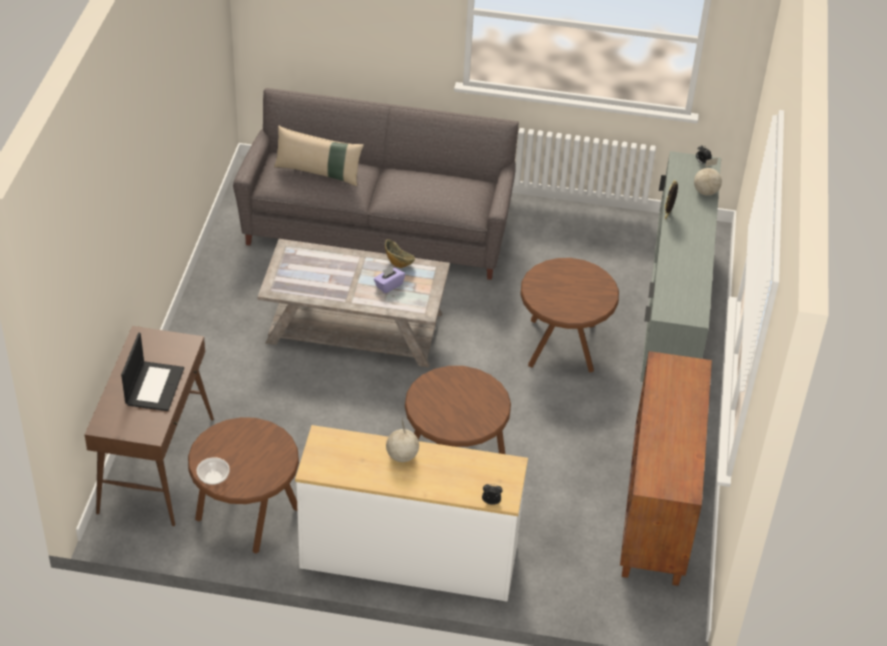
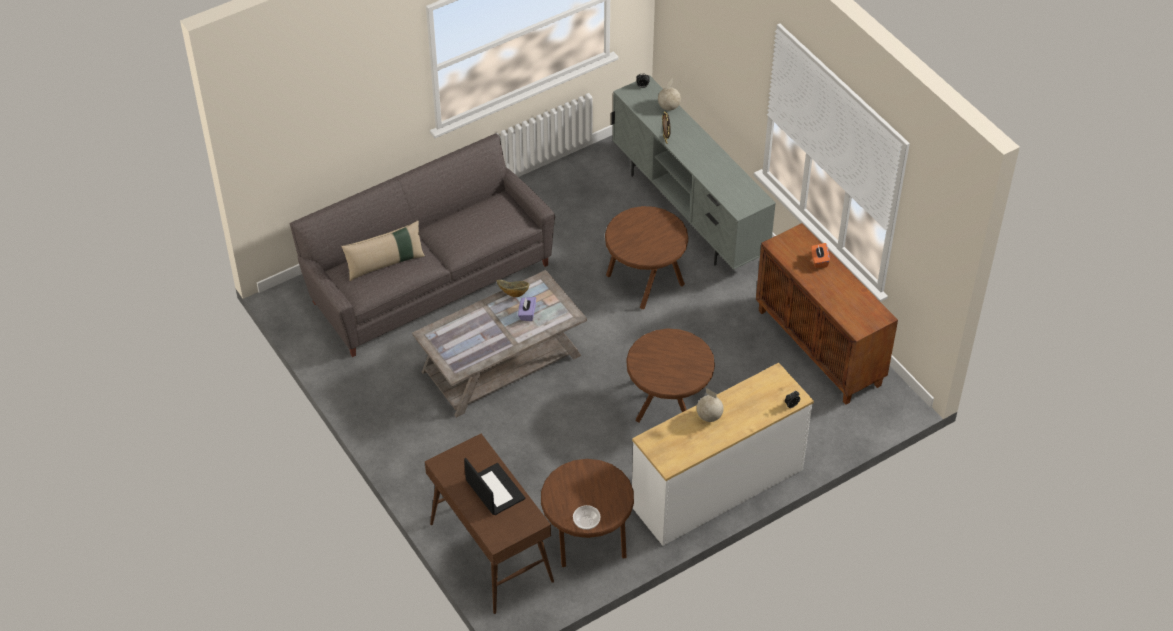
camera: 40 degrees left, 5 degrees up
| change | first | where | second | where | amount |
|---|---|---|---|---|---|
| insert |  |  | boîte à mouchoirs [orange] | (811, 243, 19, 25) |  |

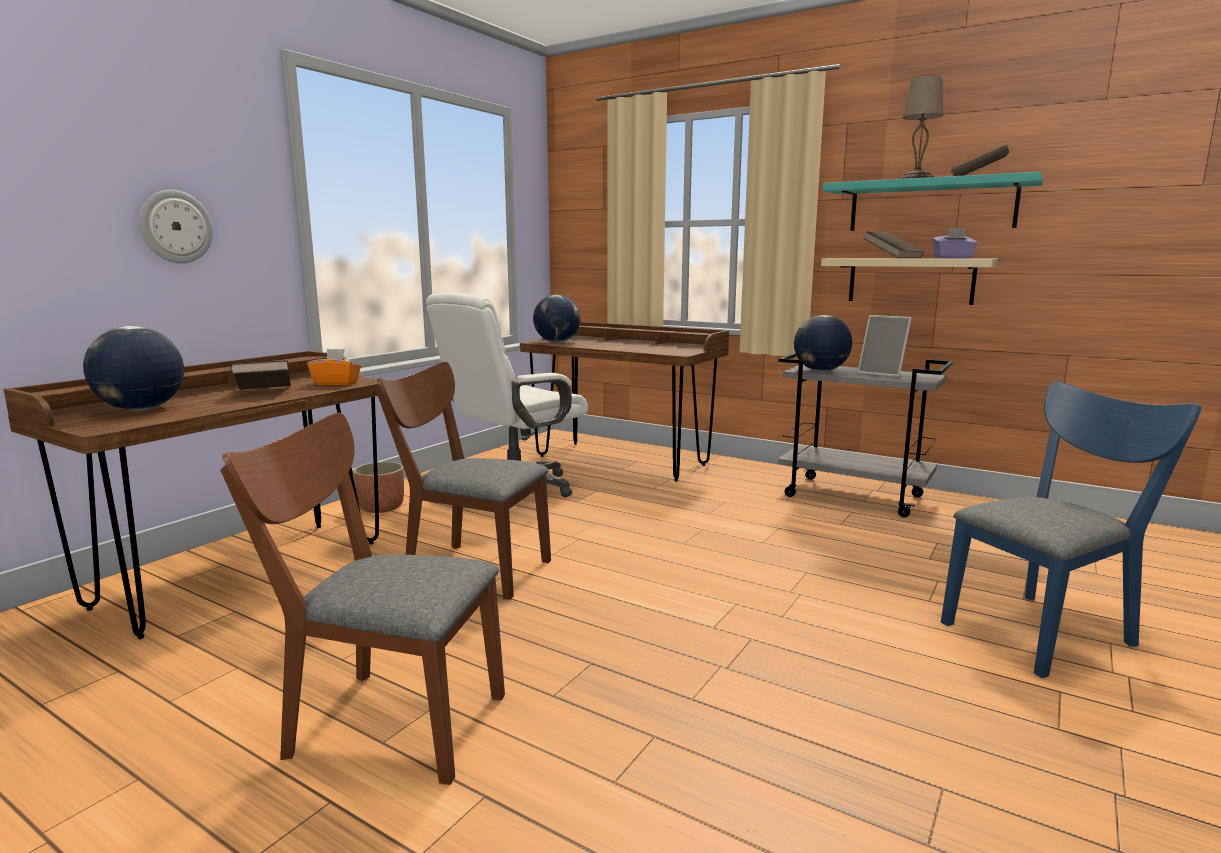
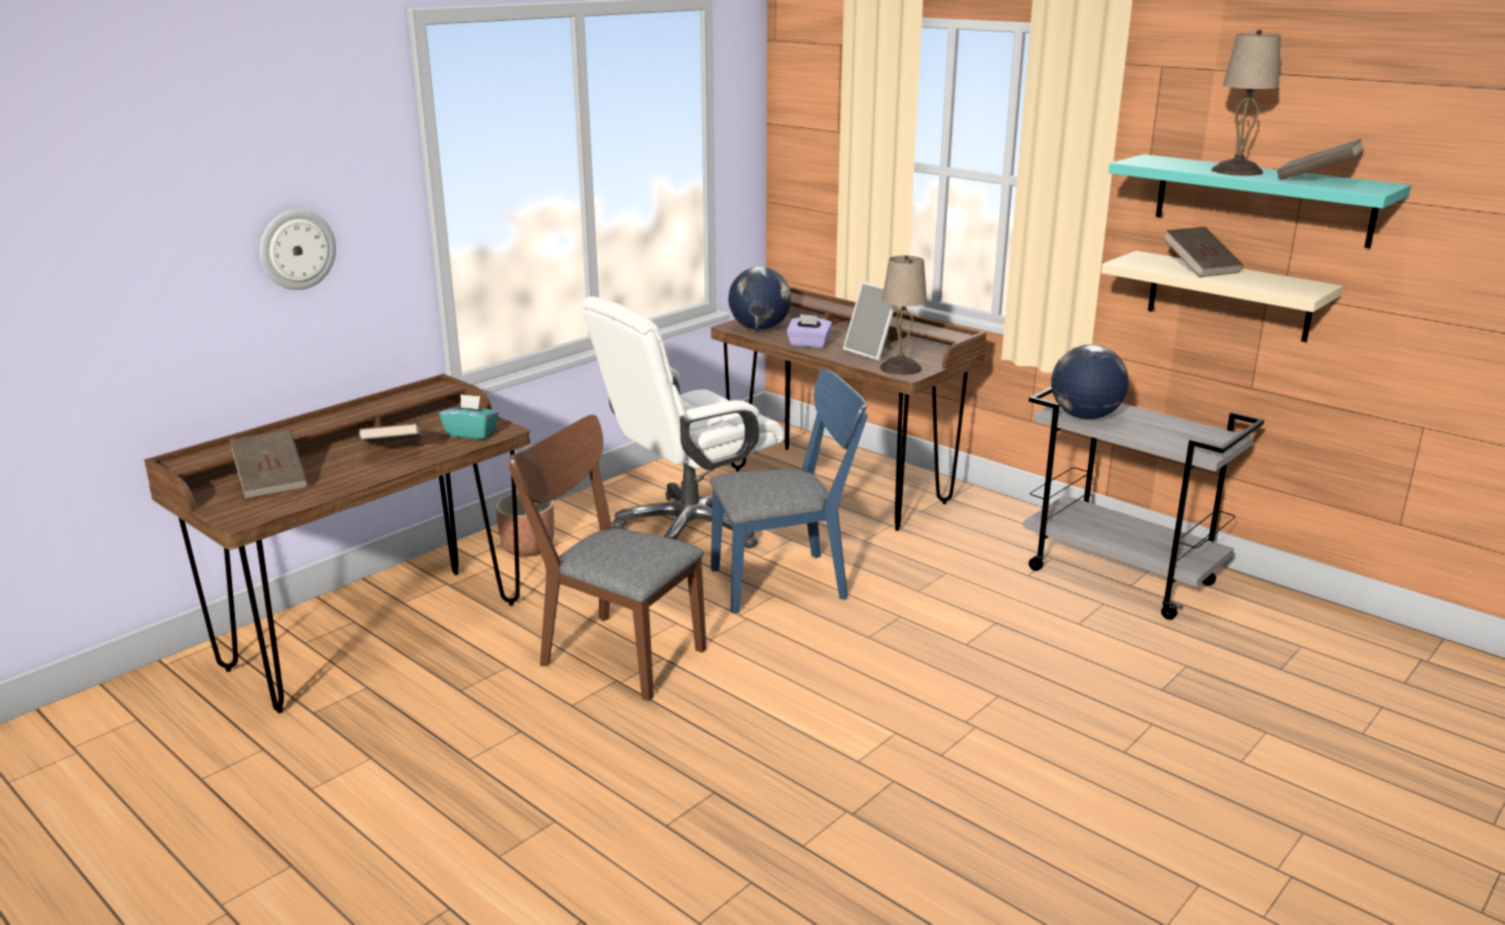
camera: 10 degrees right, 10 degrees up
| change | first | where | second | where | amount |
|---|---|---|---|---|---|
| move | boîte à mouchoirs [violet] | (932, 228, 46, 30) |  | (787, 314, 45, 34) |  |
| move | cadre photo | (857, 315, 55, 62) |  | (843, 282, 52, 79) |  |
| replace | globe | (83, 326, 101, 85) | livre [marron] | (230, 430, 78, 69) |  |
| recolor | boîte à mouchoirs [orange] | (307, 349, 54, 37) | boîte à mouchoirs [turquoise] | (439, 394, 60, 45) |  |
| move | chaise [bleu] | (941, 381, 261, 297) |  | (710, 369, 158, 245) |  |
| delete | chaise [marron] | (220, 413, 285, 372) |  |  |  |
| insert |  |  | lampe de table [beige] | (880, 255, 47, 120) |  |

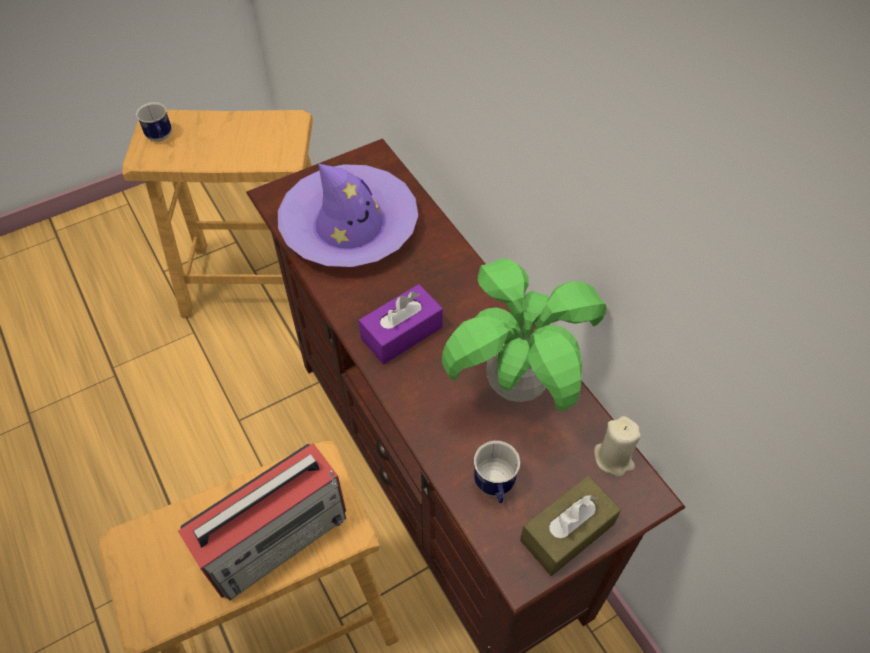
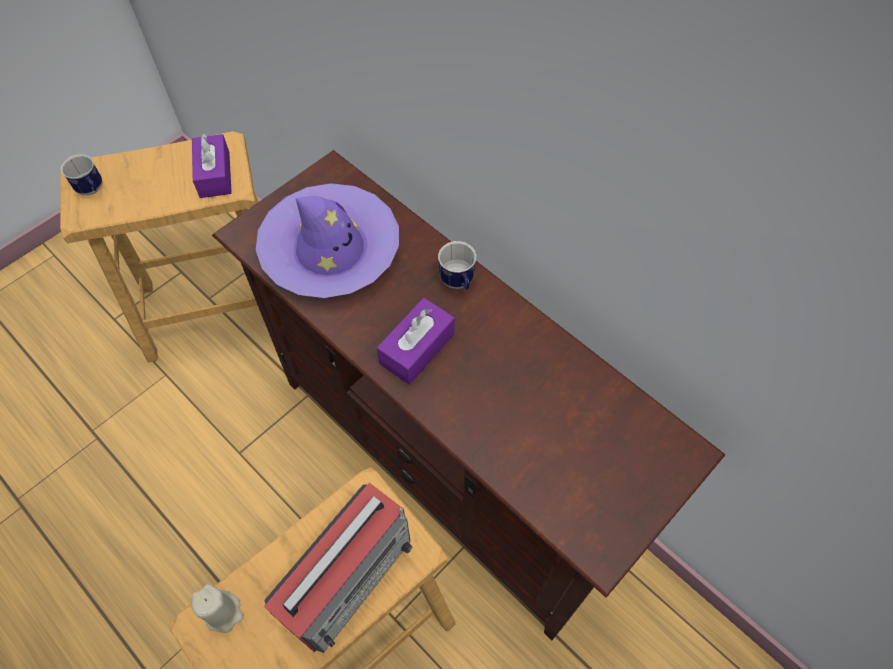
camera: 15 degrees left, 5 degrees up
| change | first | where | second | where | amount |
|---|---|---|---|---|---|
| delete | plante en pot | (442, 259, 165, 152) |  |  |  |
| move | bougie [beige] | (594, 416, 47, 61) |  | (191, 584, 53, 49) |  |
| move | mug | (474, 441, 46, 62) |  | (438, 241, 38, 49) |  |
| delete | boîte à mouchoirs [marron] | (520, 475, 101, 101) |  |  |  |
| insert |  |  | boîte à mouchoirs [violet] | (192, 133, 40, 65) |  |

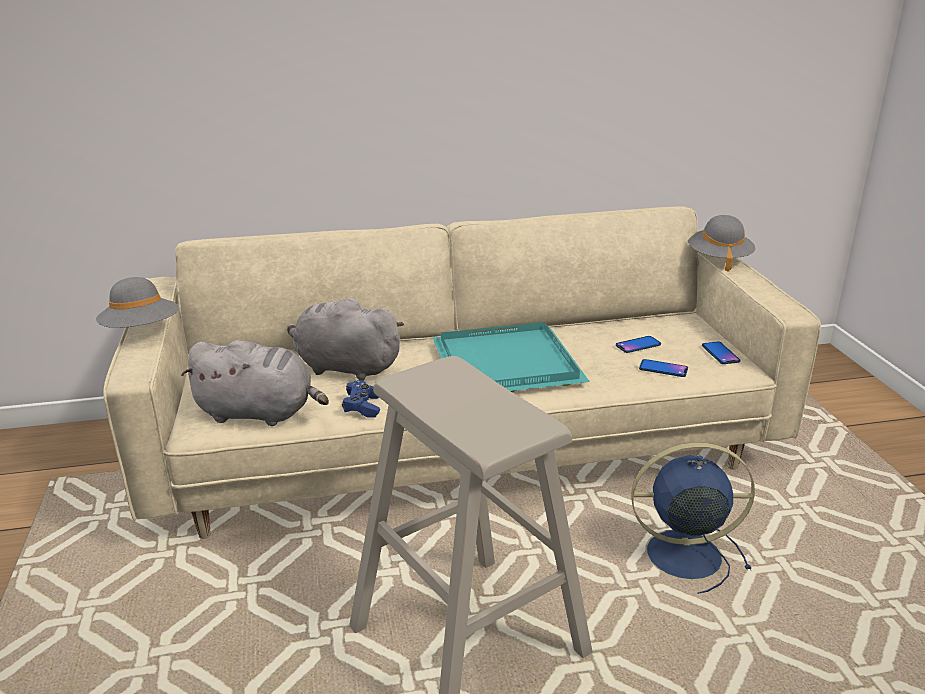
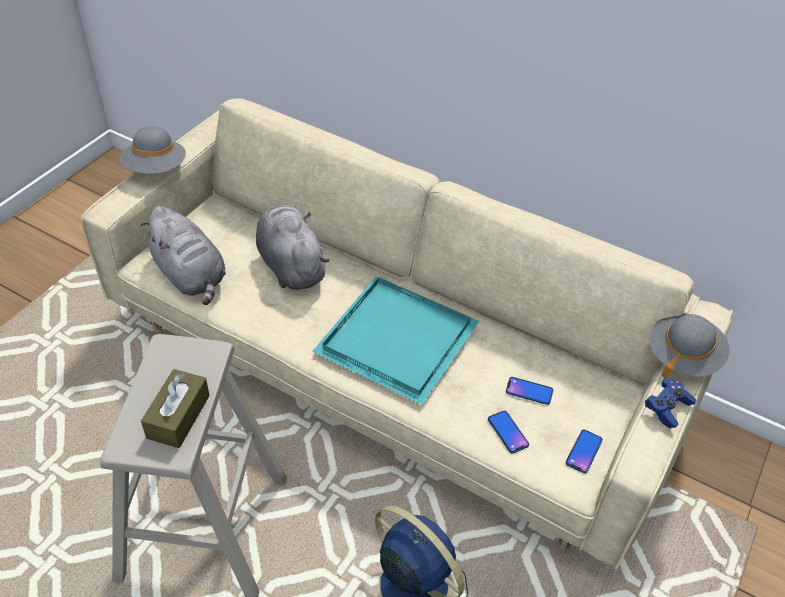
camera: 40 degrees right, 20 degrees up
| change | first | where | second | where | amount |
|---|---|---|---|---|---|
| move | manette [bleu] | (342, 380, 38, 38) |  | (645, 377, 51, 52) |  |
| insert |  |  | boîte à mouchoirs [marron] | (141, 369, 69, 79) |  |

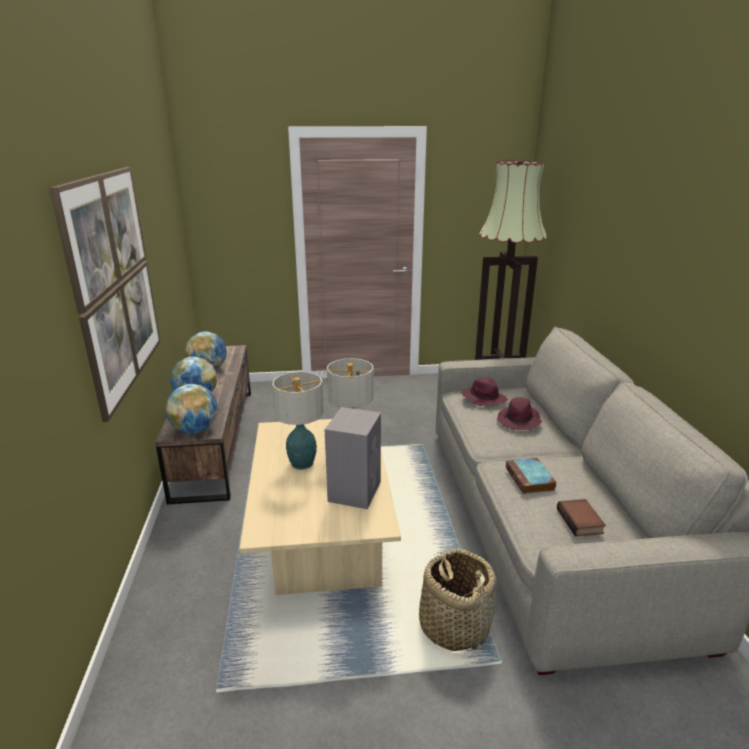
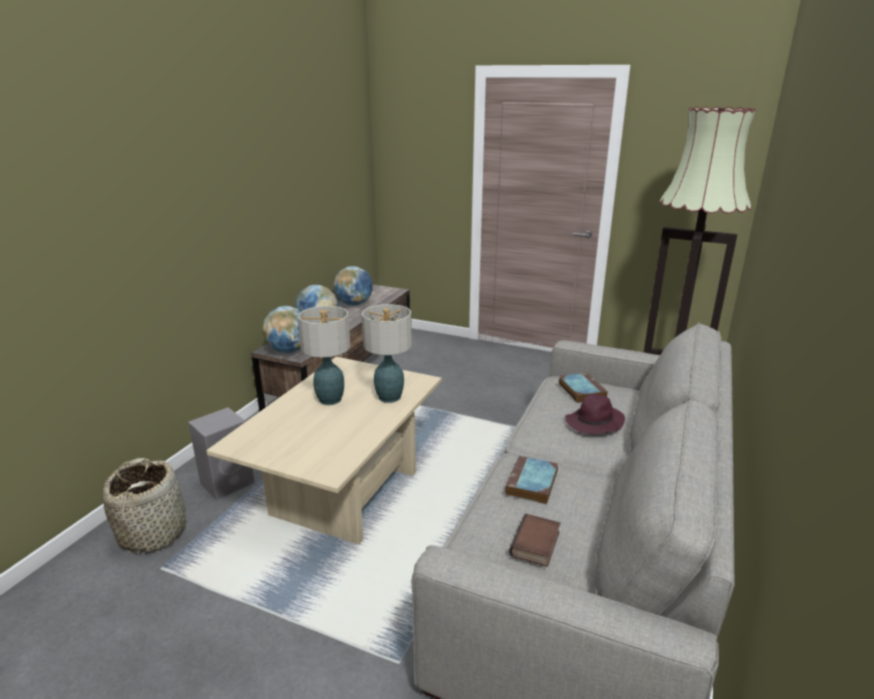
camera: 30 degrees right, 0 degrees up
| change | first | where | second | where | amount |
|---|---|---|---|---|---|
| delete | tableau | (49, 167, 112, 255) |  |  |  |
| replace | chapeau [violet] | (462, 377, 45, 29) | livre | (559, 373, 49, 30) |  |
| move | enceinte [gris] | (325, 407, 56, 102) |  | (188, 407, 67, 93) |  |
| move | panier | (419, 548, 77, 103) |  | (103, 458, 83, 97) |  |

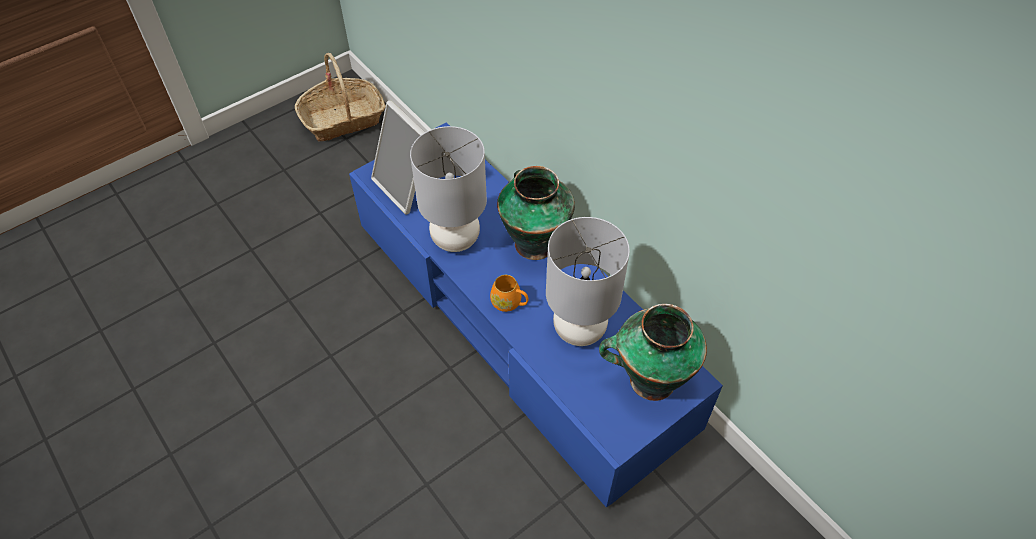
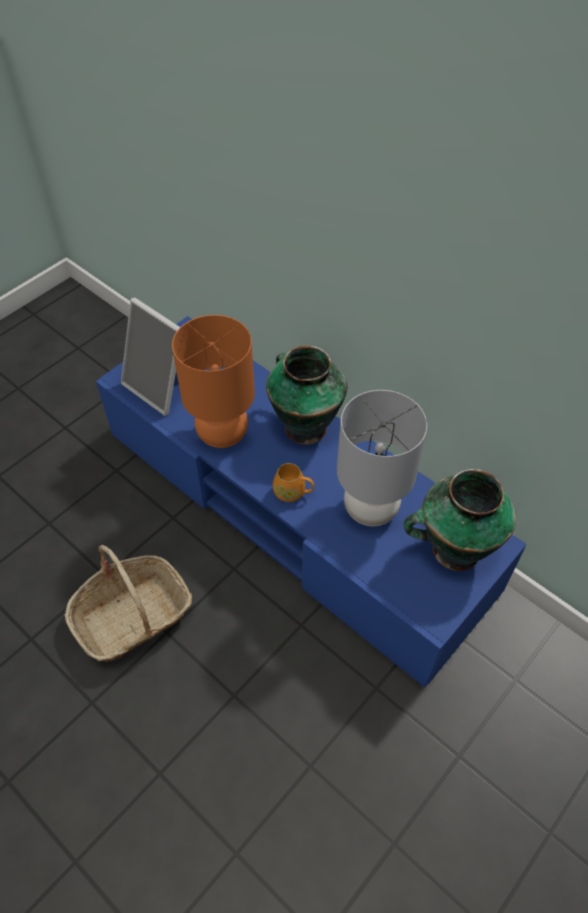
camera: 10 degrees left, 0 degrees up
| change | first | where | second | where | amount |
|---|---|---|---|---|---|
| move | panier | (295, 53, 91, 88) |  | (65, 545, 127, 117) |  |
| recolor | lampe de table [gris] | (410, 126, 77, 126) | lampe de table [orange] | (172, 315, 83, 133) |  |

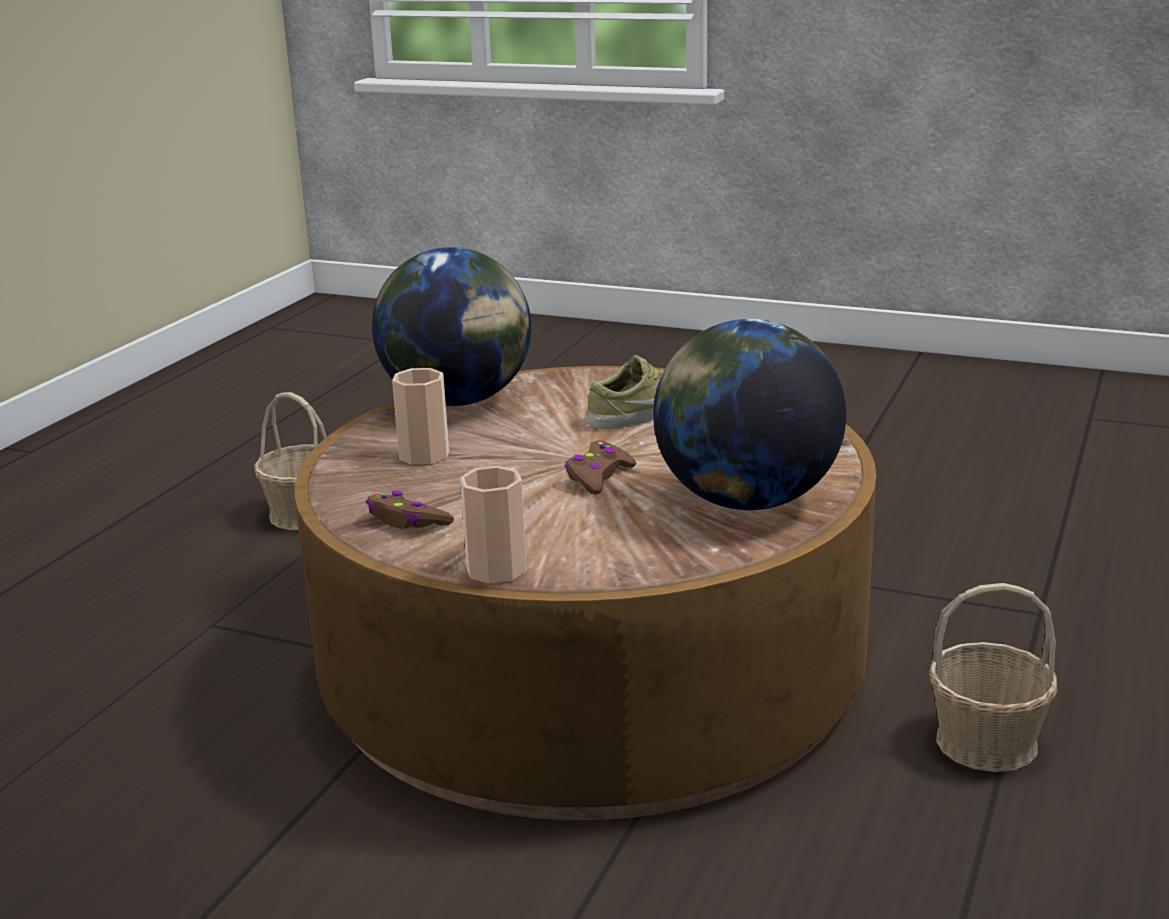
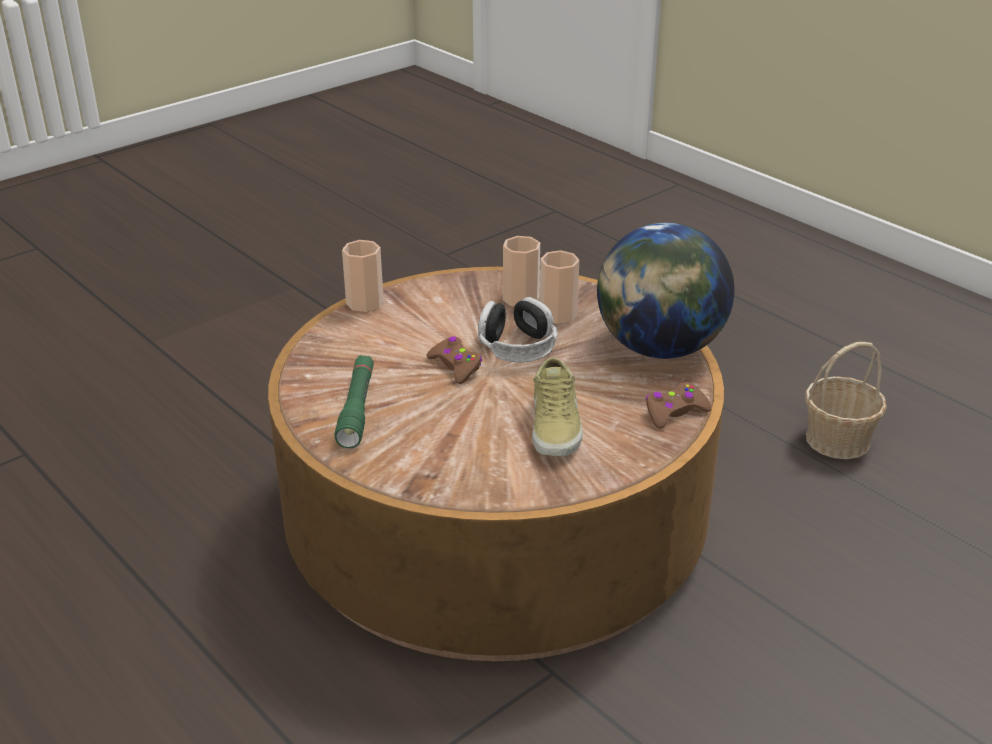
camera: 115 degrees right, 10 degrees up
| change | first | where | second | where | amount |
|---|---|---|---|---|---|
| replace | globe | (653, 319, 193, 191) | lampe de poche [vert] | (335, 355, 39, 93) |  |
| move | manette [marron] | (366, 491, 88, 38) |  | (646, 382, 66, 47) |  |
| delete | panier | (929, 583, 128, 189) |  |  |  |
| insert |  |  | tasse | (503, 236, 37, 71) |  |
| insert |  |  | casque audio | (478, 297, 79, 66) |  |

